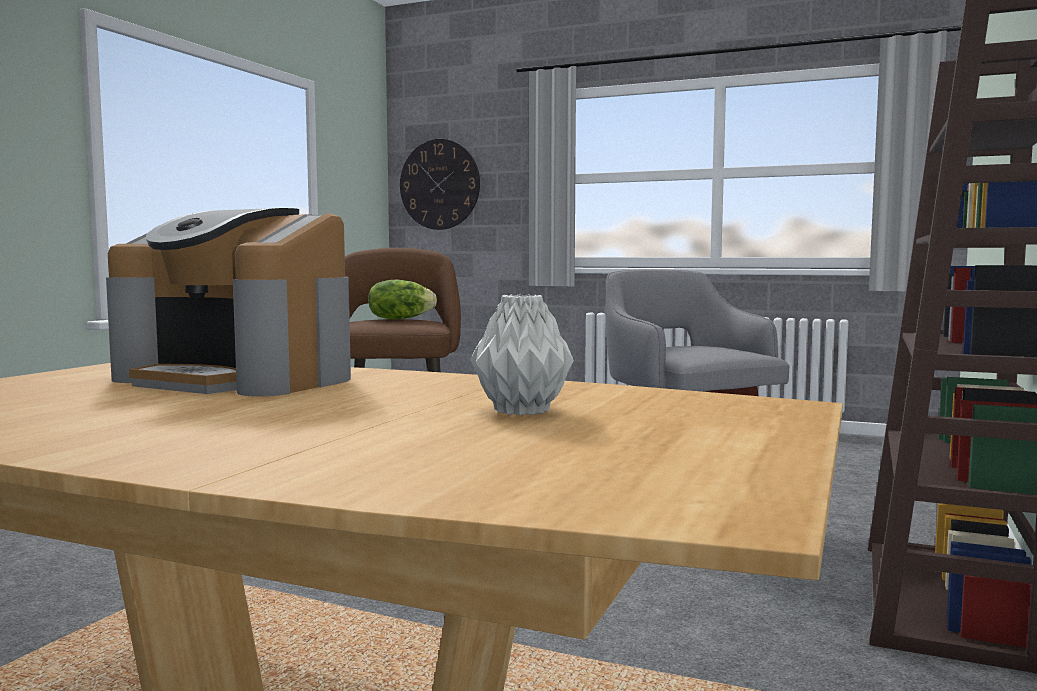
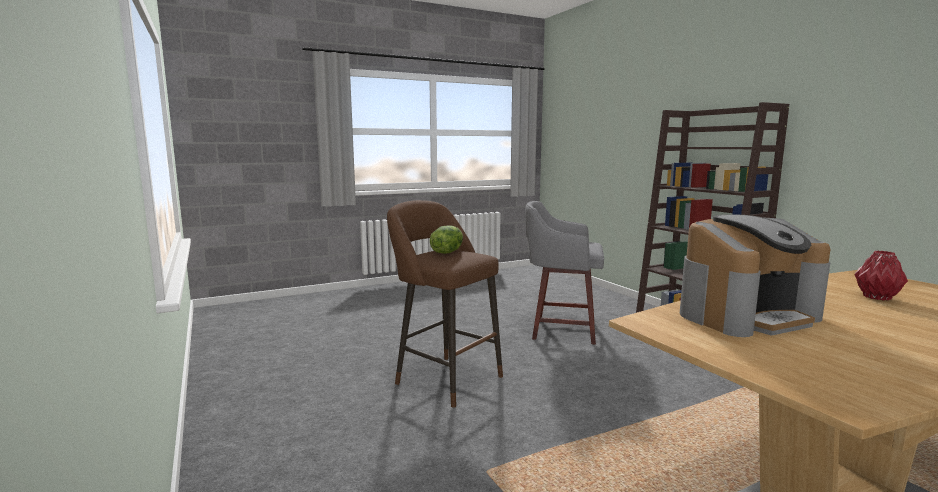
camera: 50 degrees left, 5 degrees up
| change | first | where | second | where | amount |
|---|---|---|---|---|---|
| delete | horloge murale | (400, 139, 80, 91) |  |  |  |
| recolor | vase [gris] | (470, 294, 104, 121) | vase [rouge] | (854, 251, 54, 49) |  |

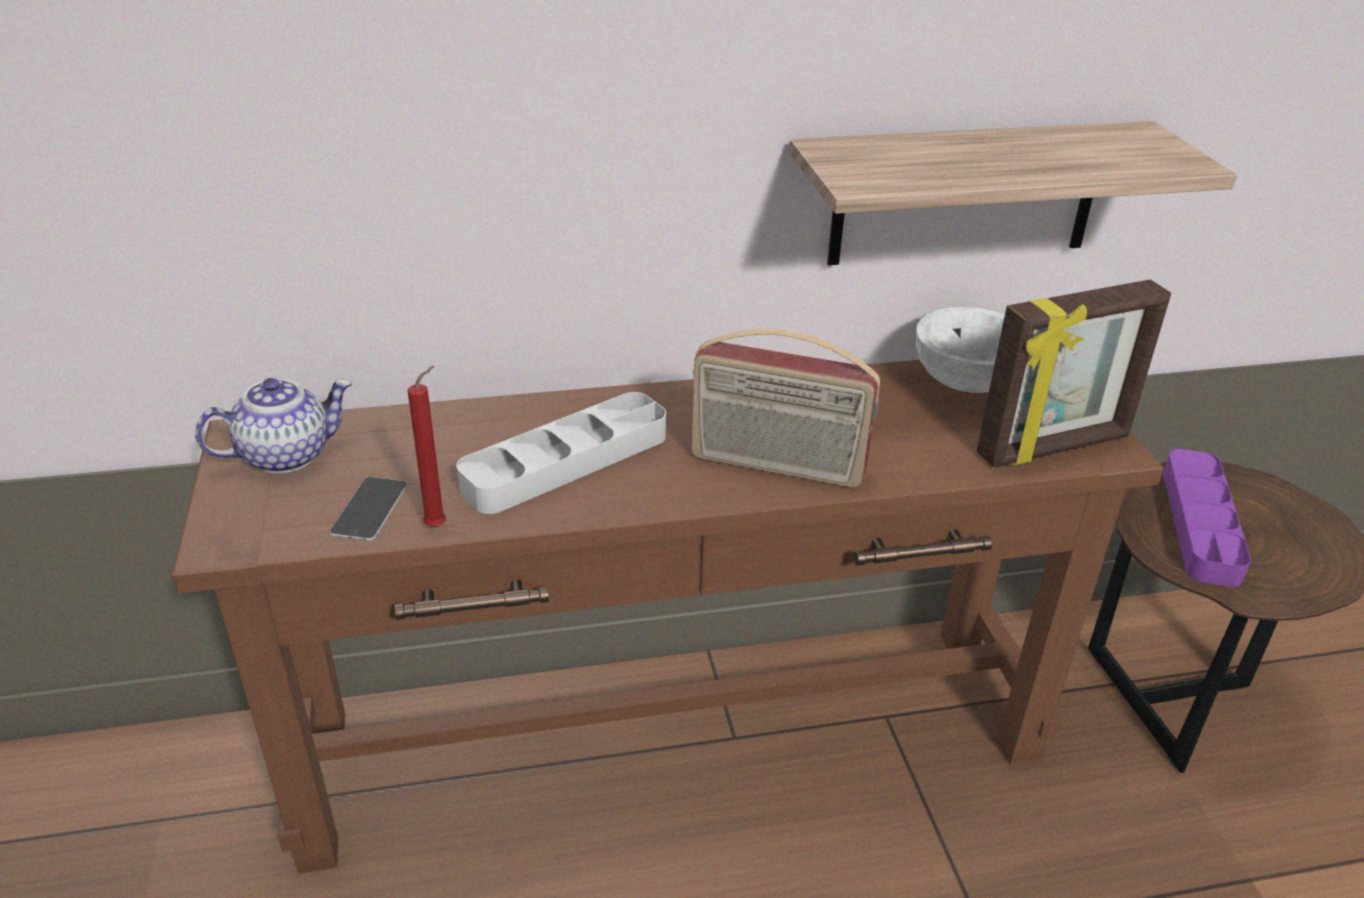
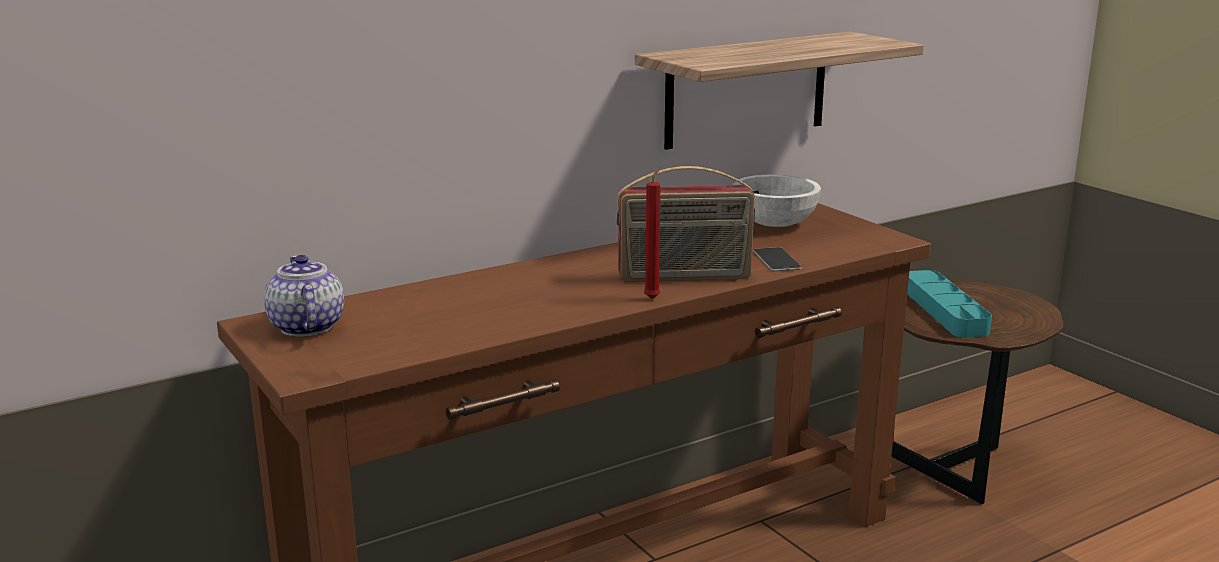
camera: 20 degrees left, 15 degrees down
| change | first | where | second | where | amount |
|---|---|---|---|---|---|
| delete | cadre photo | (977, 280, 194, 187) |  |  |  |
| move | bougie [rouge] | (407, 366, 39, 161) |  | (644, 167, 17, 132) |  |
| rotate | théière | (195, 378, 157, 96) |  | (264, 255, 80, 82) | 60 degrees counterclockwise |
| delete | plateau [gris] | (456, 392, 210, 122) |  |  |  |
| recolor | plateau [violet] | (1163, 449, 88, 138) | plateau [turquoise] | (907, 270, 85, 68) |  |
| move | téléphone | (330, 477, 78, 64) |  | (753, 247, 49, 24) |  |

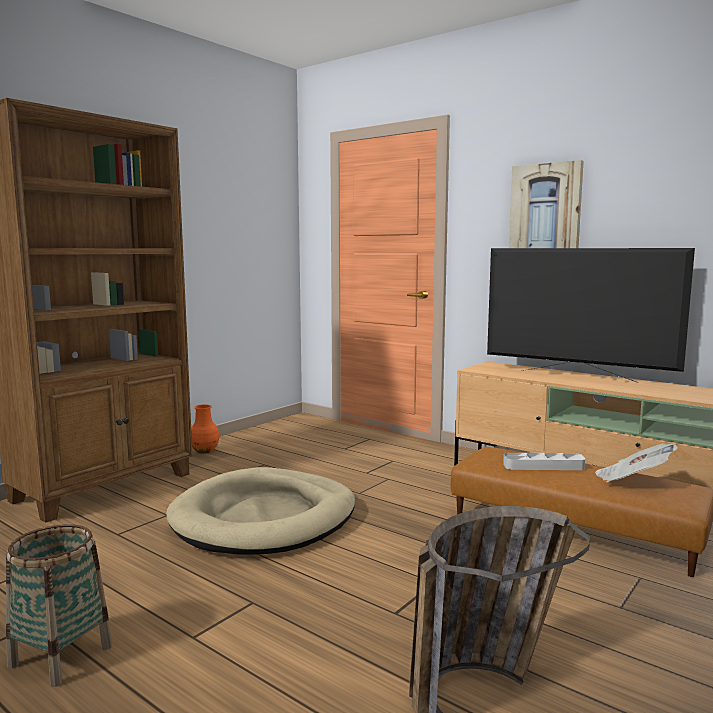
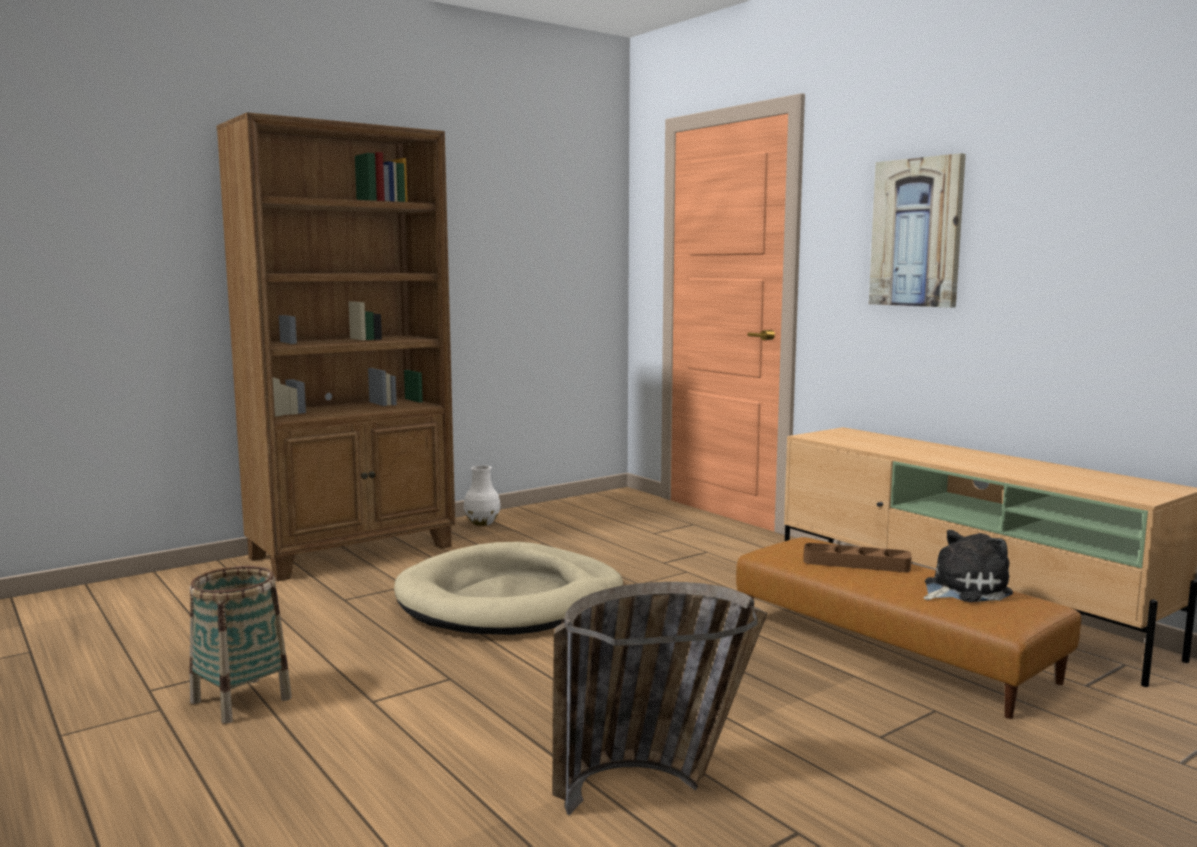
camera: 15 degrees right, 0 degrees up
| change | first | where | second | where | amount |
|---|---|---|---|---|---|
| delete | téléviseur | (487, 248, 208, 135) |  |  |  |
| recolor | vase [orange] | (191, 404, 28, 50) | vase [blanc] | (464, 465, 36, 61) |  |
| replace | journal | (595, 443, 83, 39) | peluche | (923, 530, 90, 72) |  |
| recolor | plateau [gris] | (503, 453, 82, 17) | plateau [marron] | (803, 543, 108, 29) |  |

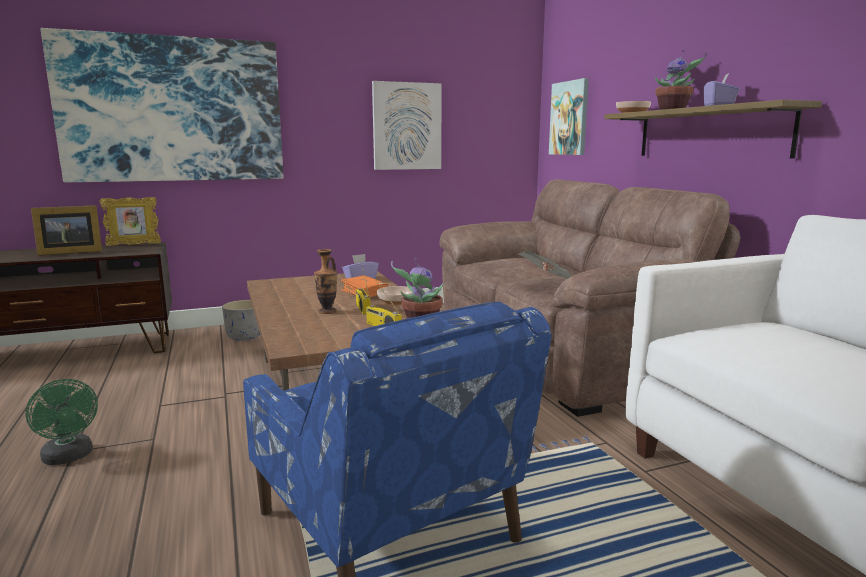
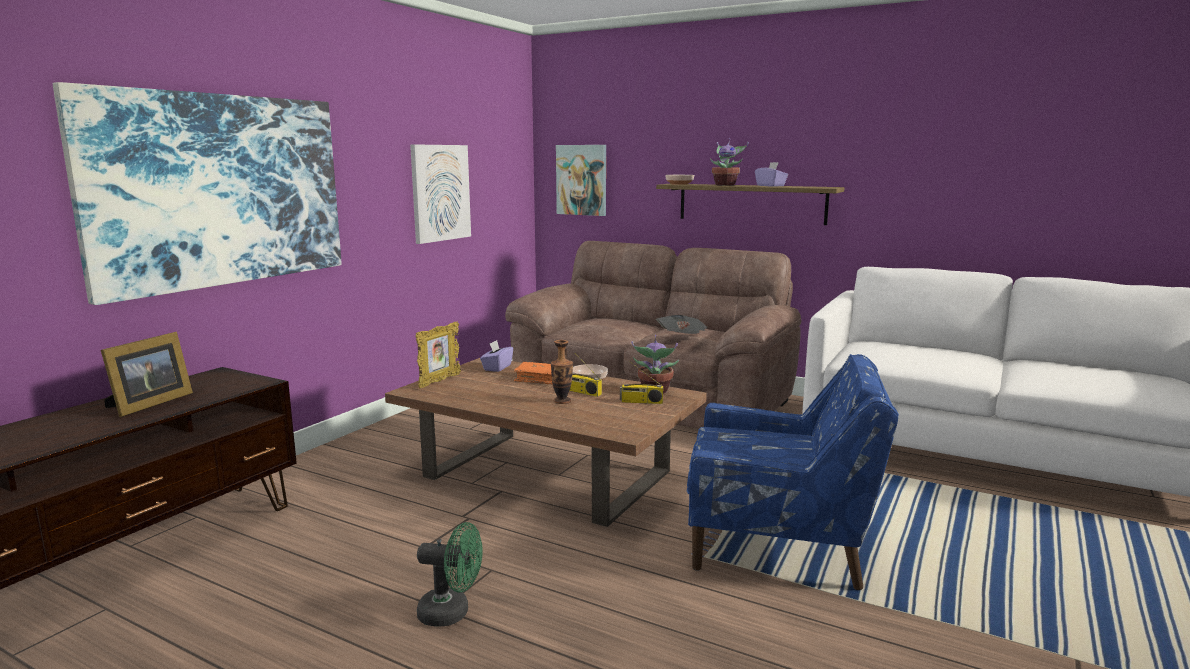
camera: 40 degrees left, 0 degrees up
| change | first | where | second | where | amount |
|---|---|---|---|---|---|
| move | cadre photo | (100, 197, 61, 49) |  | (415, 322, 46, 66) |  |
| delete | cache-pot [gris] | (222, 300, 38, 41) |  |  |  |

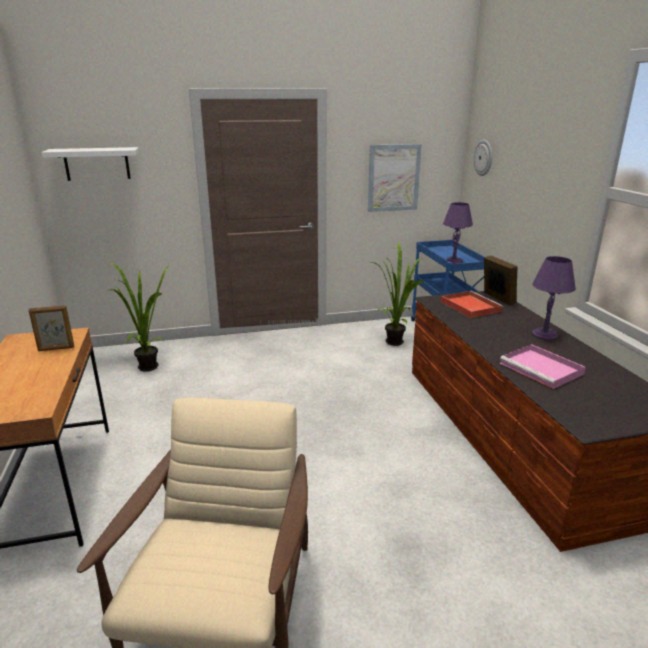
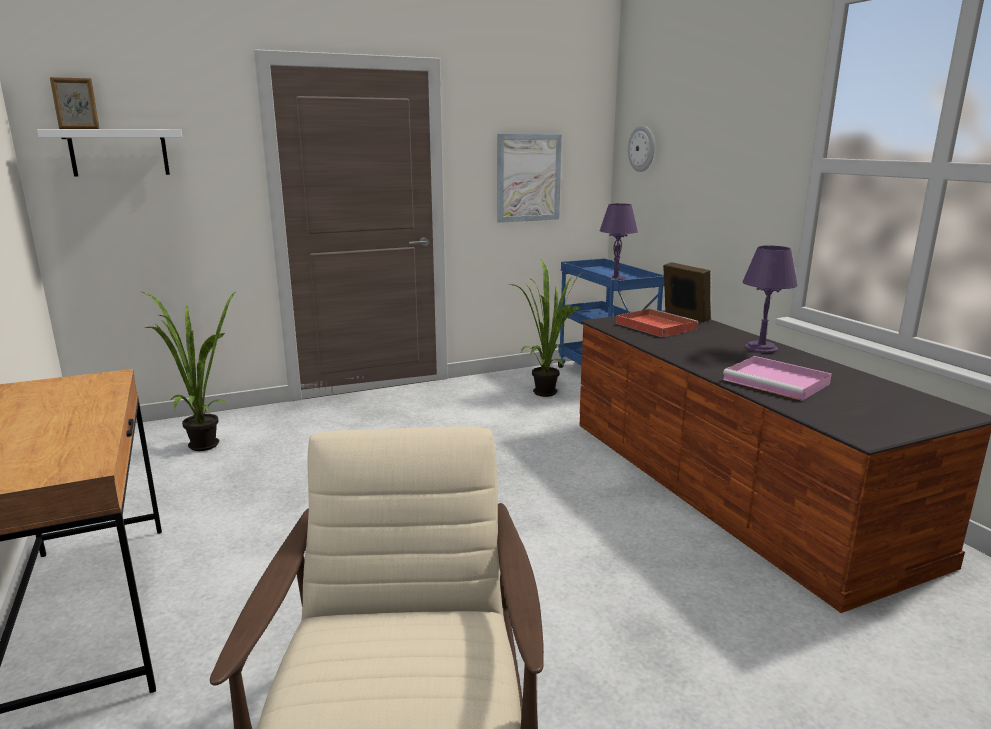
camera: 10 degrees left, 5 degrees down
| change | first | where | second | where | amount |
|---|---|---|---|---|---|
| move | cadre photo | (29, 305, 45, 46) |  | (50, 77, 50, 52) |  |

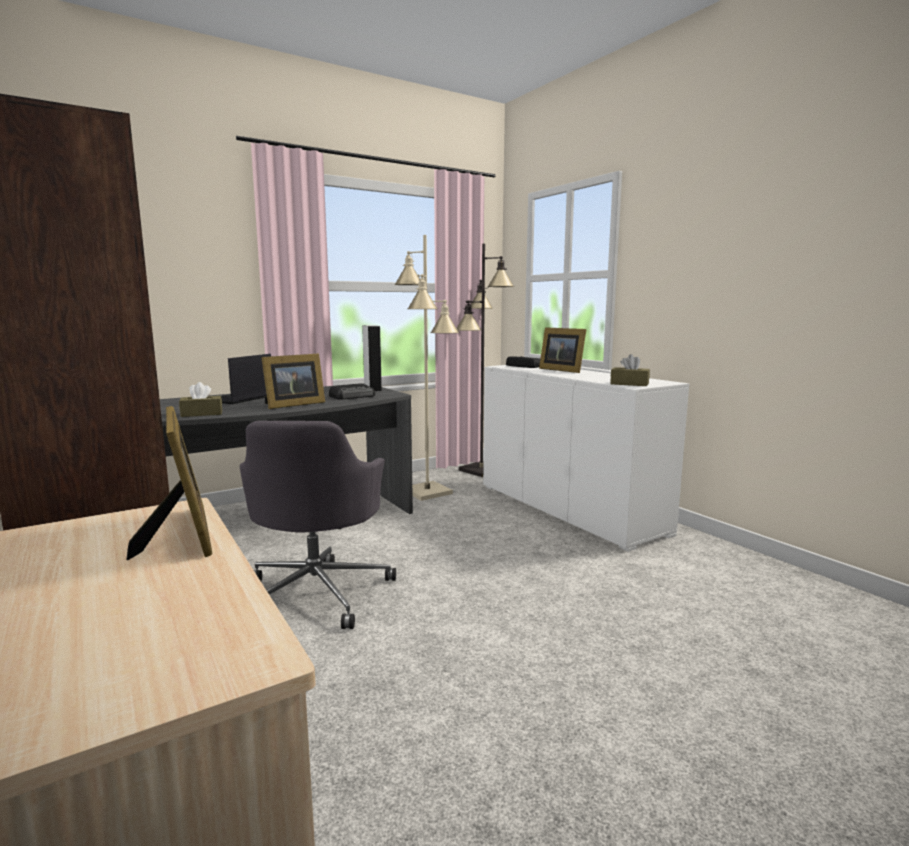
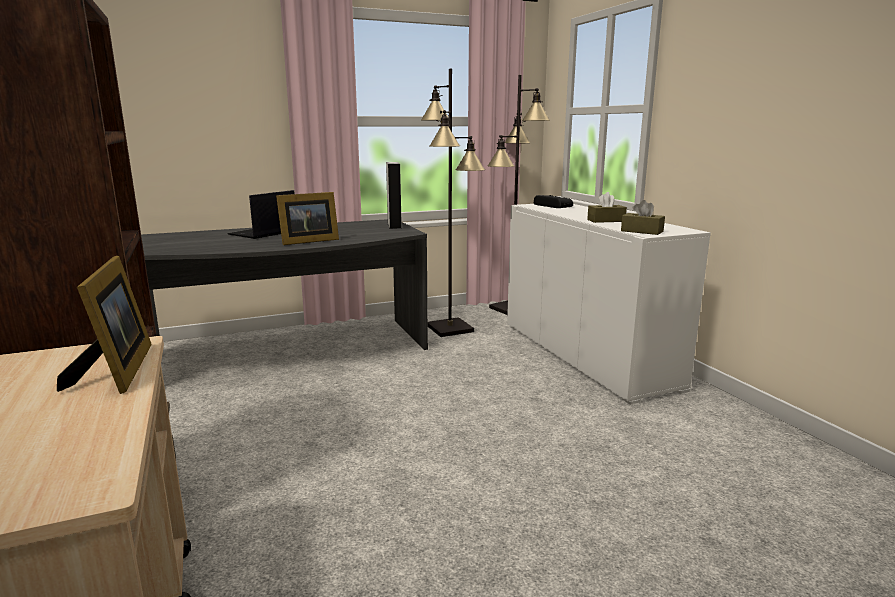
camera: 10 degrees right, 5 degrees up
| change | first | where | second | where | amount |
|---|---|---|---|---|---|
| recolor | lampadaire [beige] | (394, 235, 65, 266) | lampadaire [noir] | (421, 68, 64, 269) |  |
| delete | cadre photo | (539, 327, 48, 46) |  |  |  |
| move | boîte à mouchoirs [marron] | (179, 382, 43, 35) |  | (587, 192, 40, 31) |  |
| delete | radio | (329, 383, 46, 17) |  |  |  |
| delete | chaise de bureau [gris] | (240, 421, 156, 208) |  |  |  |

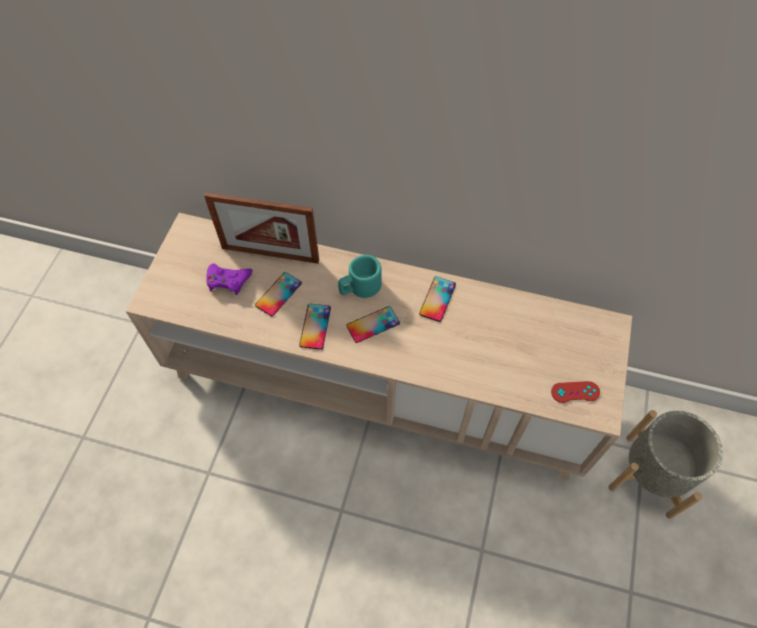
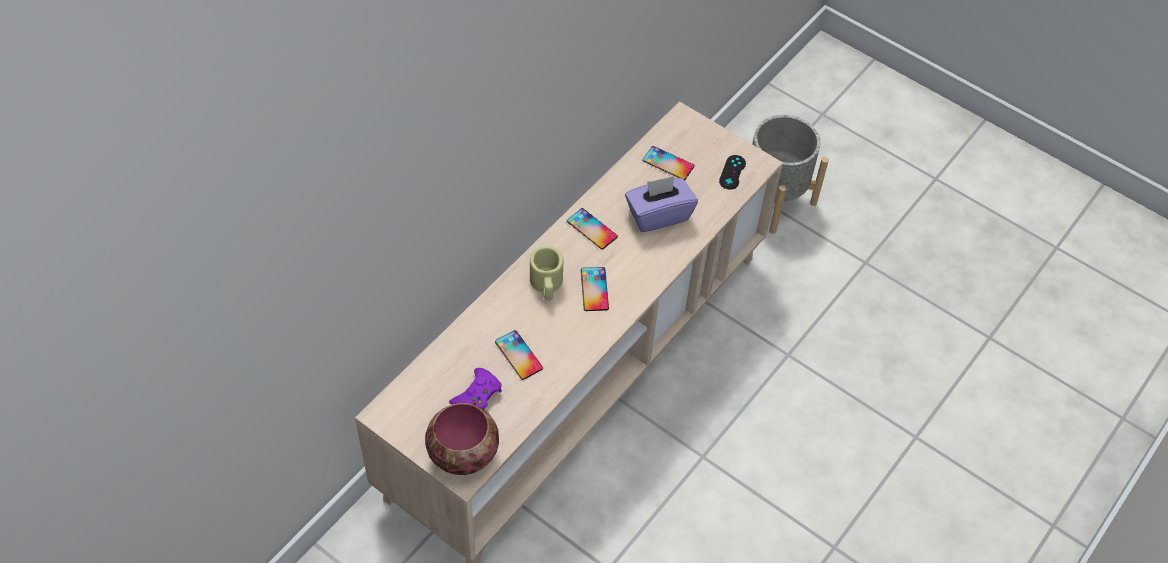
camera: 70 degrees left, 5 degrees down
| change | first | where | second | where | amount |
|---|---|---|---|---|---|
| delete | cadre photo | (204, 192, 115, 72) |  |  |  |
| recolor | mug [turquoise] | (338, 255, 44, 43) | mug [beige] | (530, 246, 33, 55) |  |
| move | téléphone | (299, 304, 32, 46) |  | (642, 146, 53, 34) |  |
| recolor | manette [rouge] | (551, 381, 49, 22) | manette [noir] | (719, 155, 27, 35) |  |
| insert |  |  | boîte à mouchoirs [violet] | (625, 176, 73, 56) |  |
| insert |  |  | bol | (425, 403, 74, 72) |  |

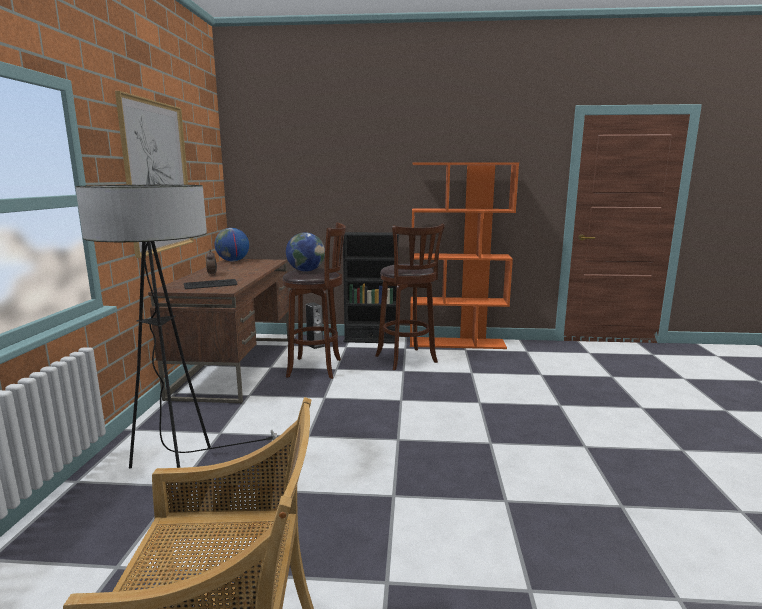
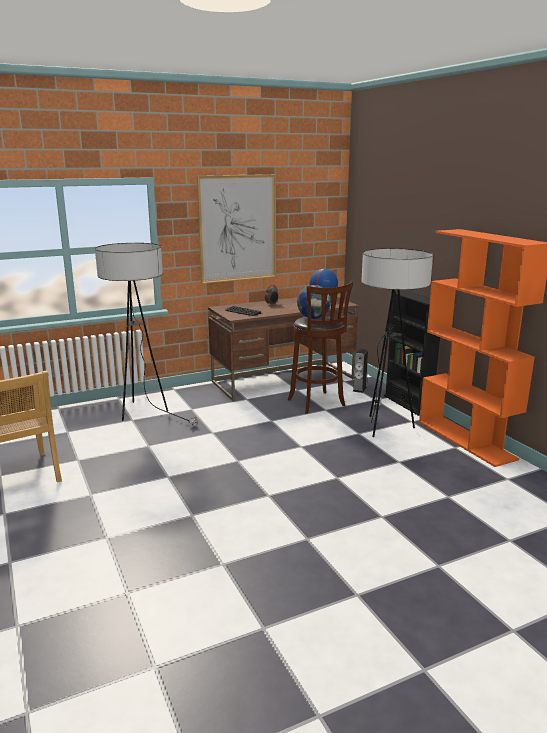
camera: 60 degrees right, 5 degrees up
| change | first | where | second | where | amount |
|---|---|---|---|---|---|
| replace | tabouret [marron] | (375, 223, 70, 147) | lampadaire | (361, 248, 72, 189) |  |

